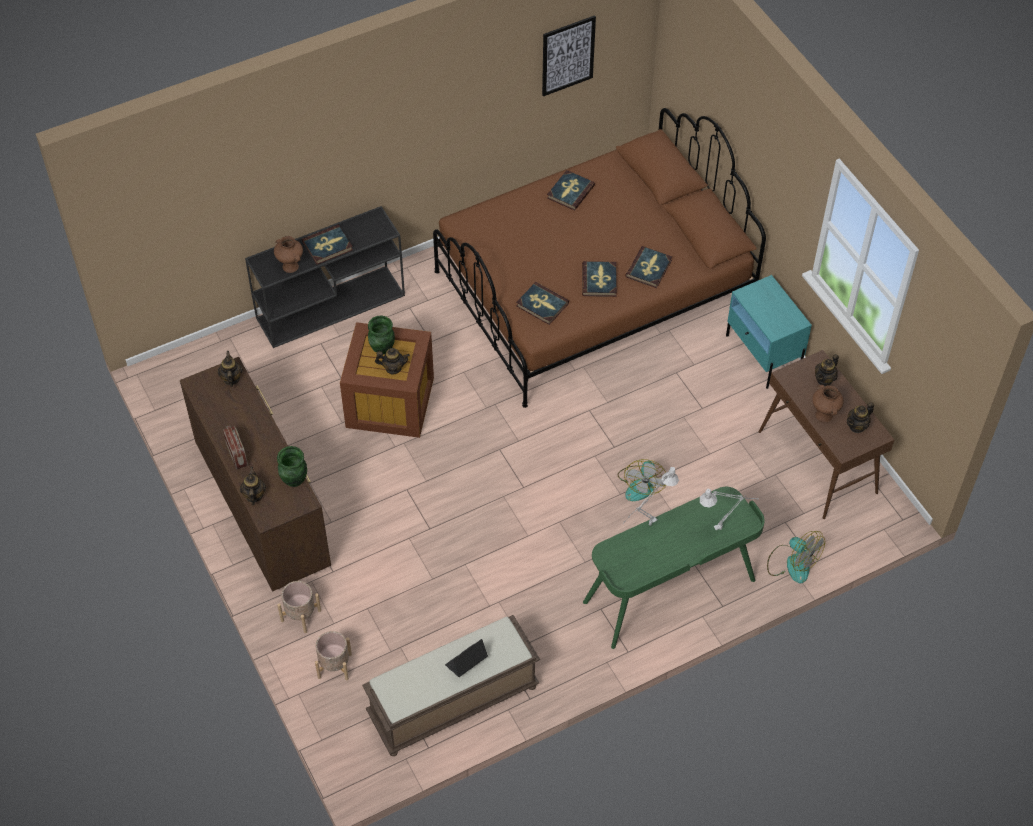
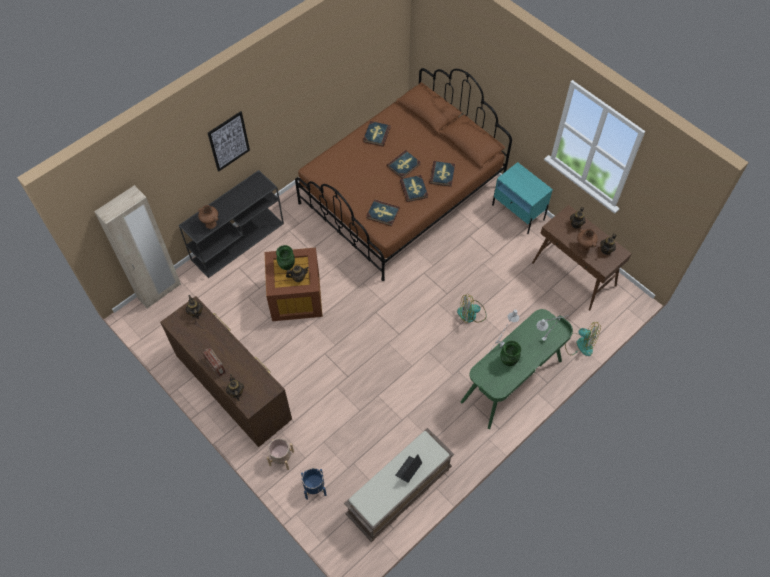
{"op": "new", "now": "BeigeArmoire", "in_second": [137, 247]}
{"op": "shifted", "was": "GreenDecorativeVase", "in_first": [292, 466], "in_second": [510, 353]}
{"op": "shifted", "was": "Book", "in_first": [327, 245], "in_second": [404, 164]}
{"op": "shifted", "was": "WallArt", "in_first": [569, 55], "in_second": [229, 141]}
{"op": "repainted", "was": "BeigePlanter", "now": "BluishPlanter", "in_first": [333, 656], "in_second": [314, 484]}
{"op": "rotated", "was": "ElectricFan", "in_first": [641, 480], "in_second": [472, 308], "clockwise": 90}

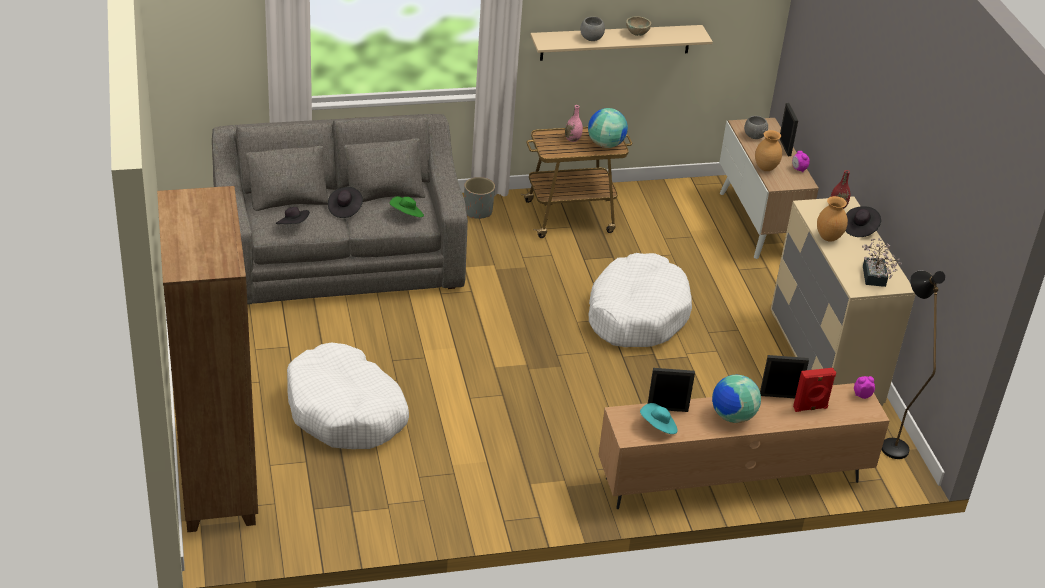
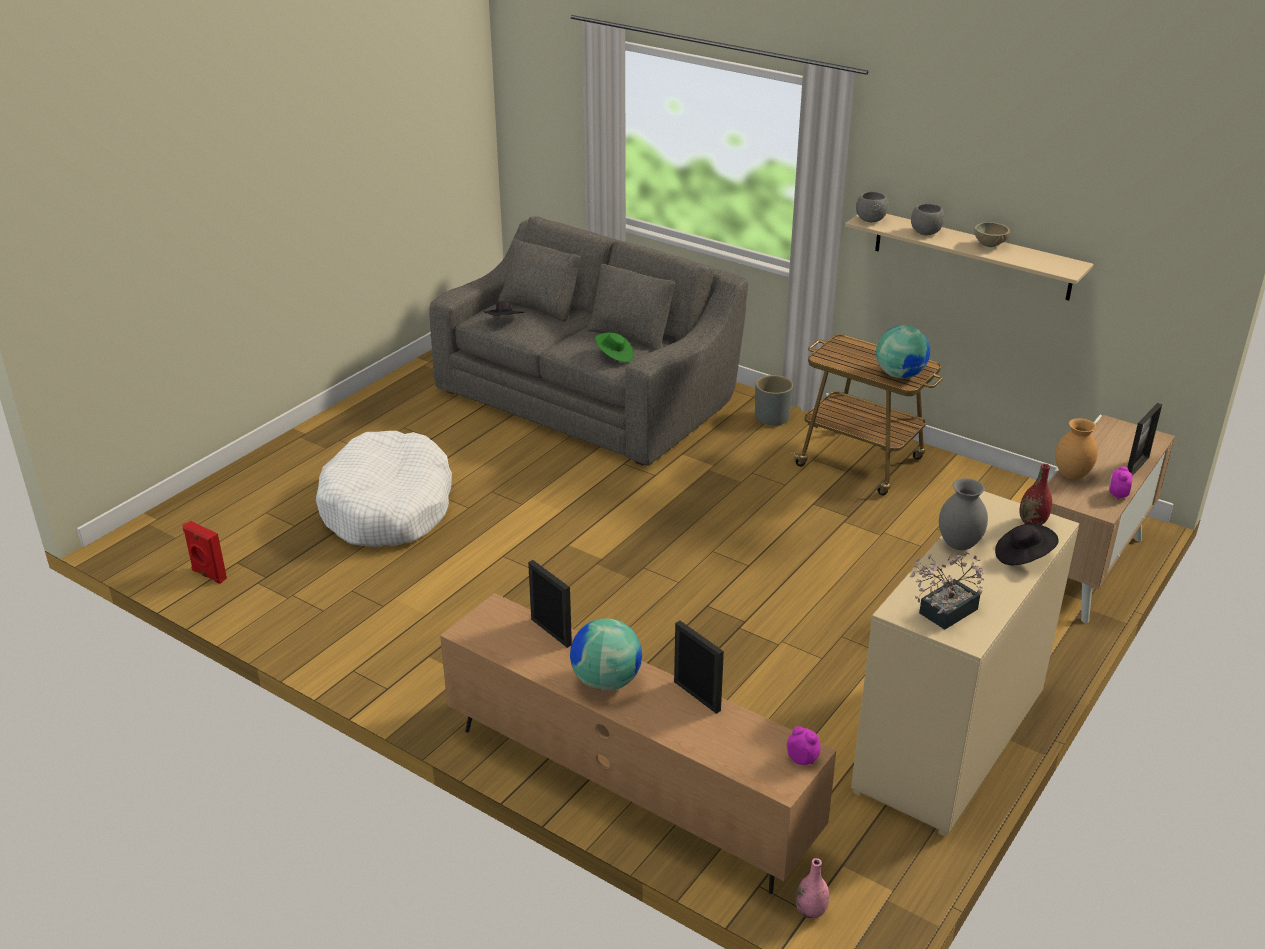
{"op": "gone", "was": "BrownColouredBookshelf", "in_first": [207, 359]}
{"op": "gone", "was": "BlackWearableHat", "in_first": [345, 202]}
{"op": "gone", "was": "WhiteColouredPetBed", "in_first": [640, 300]}
{"op": "gone", "was": "BlueGreenWearableHat", "in_first": [659, 418]}
{"op": "gone", "was": "BlackFloorLamp", "in_first": [913, 365]}
{"op": "shifted", "was": "PinkDecorativeVase", "in_first": [574, 123], "in_second": [812, 888]}
{"op": "shifted", "was": "GrayServingBowl", "in_first": [756, 127], "in_second": [872, 207]}
{"op": "shifted", "was": "RedColouredSpeaker", "in_first": [814, 390], "in_second": [205, 552]}
{"op": "repainted", "was": "BrownColouredDecorativeVase", "now": "GrayDecorativeVase", "in_first": [832, 219], "in_second": [963, 514]}

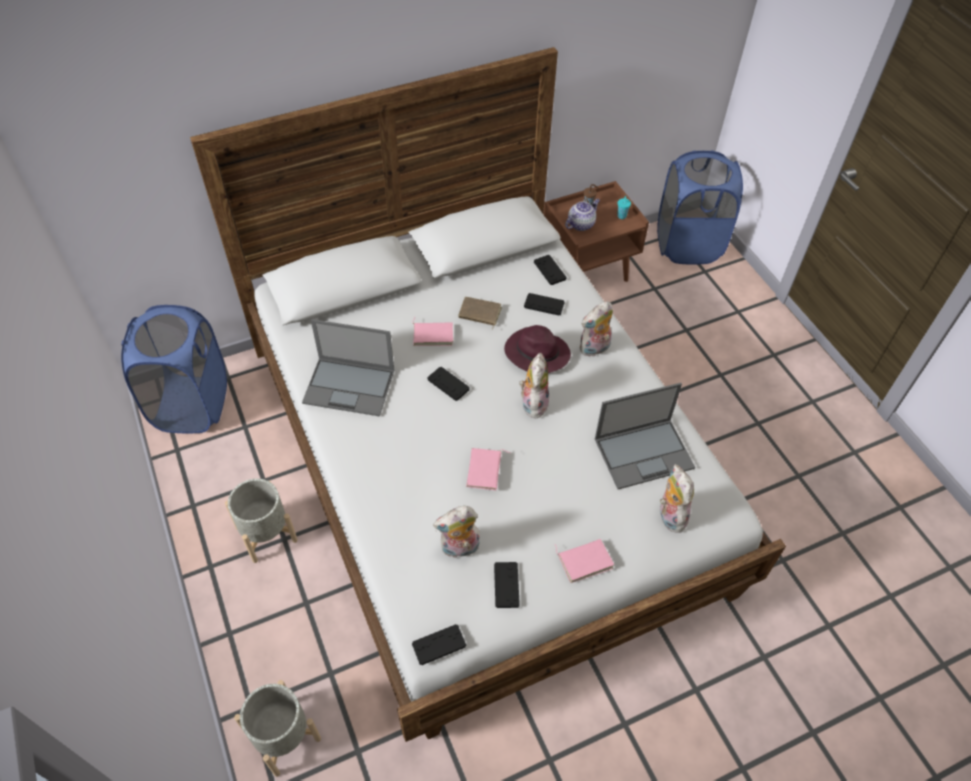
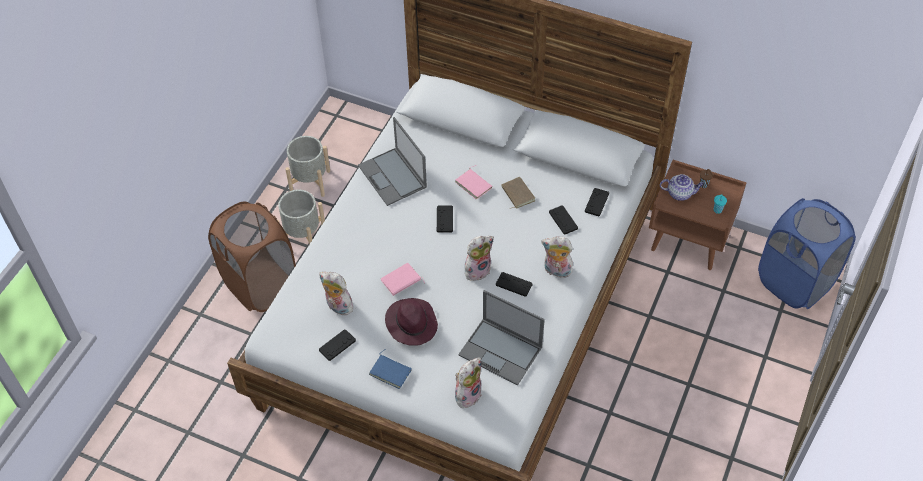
{"op": "gone", "was": "BluishLaundryBasket", "in_first": [174, 369]}
{"op": "new", "now": "BrownColouredLaundryBasket", "in_second": [252, 257]}
{"op": "shifted", "was": "GrayPlanter", "in_first": [277, 728], "in_second": [307, 166]}
{"op": "shifted", "was": "BlackJoypad", "in_first": [439, 644], "in_second": [514, 284]}
{"op": "shifted", "was": "PurpleColouredWearableHat", "in_first": [537, 349], "in_second": [411, 322]}
{"op": "repainted", "was": "PinkBook", "now": "BluishBook", "in_first": [584, 561], "in_second": [390, 369]}

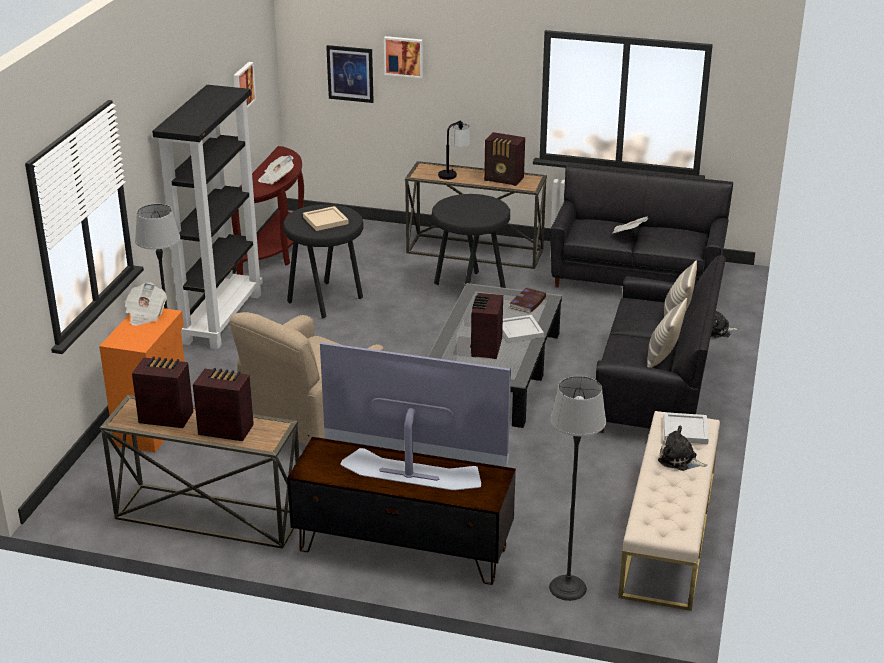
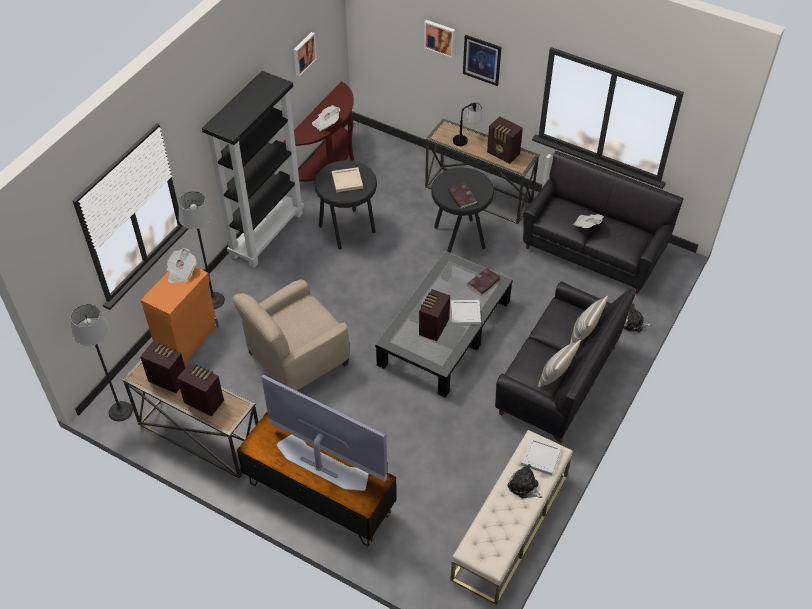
{"op": "new", "now": "Book", "in_second": [462, 196]}
{"op": "shifted", "was": "WallArt", "in_first": [350, 74], "in_second": [482, 60]}
{"op": "shifted", "was": "FloorLamp", "in_first": [577, 488], "in_second": [102, 362]}

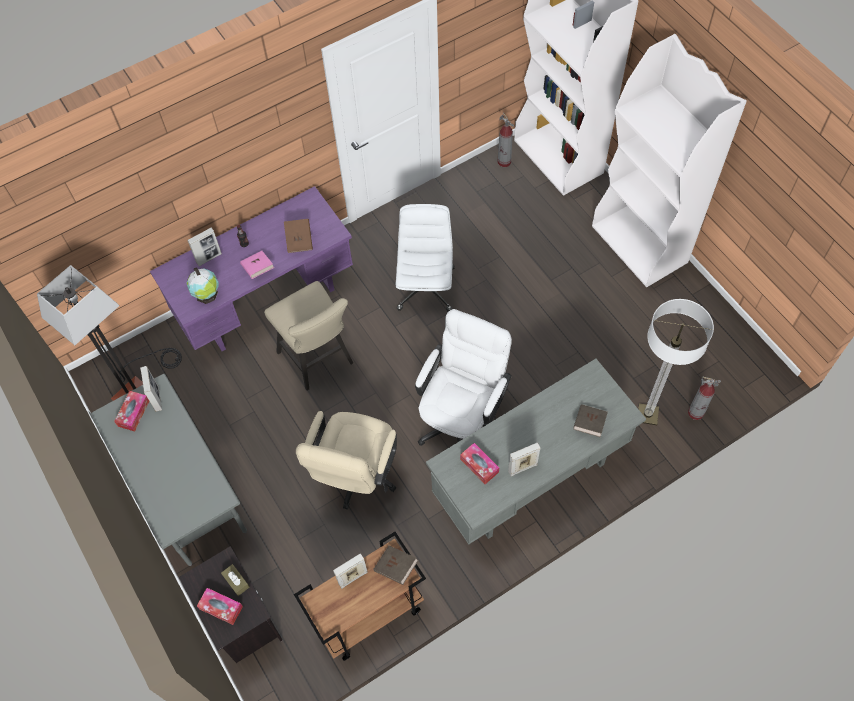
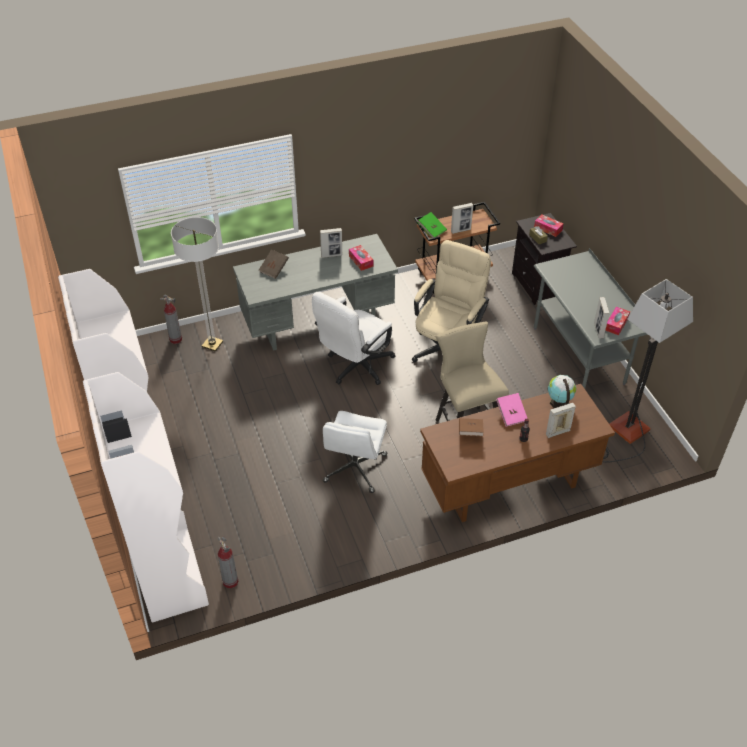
{"op": "repainted", "was": "PurpleColouredDeskUnit", "now": "BrownColouredDeskUnit", "in_first": [251, 268], "in_second": [517, 453]}
{"op": "repainted", "was": "BrownColouredBook", "now": "GreenBook", "in_first": [396, 565], "in_second": [432, 225]}

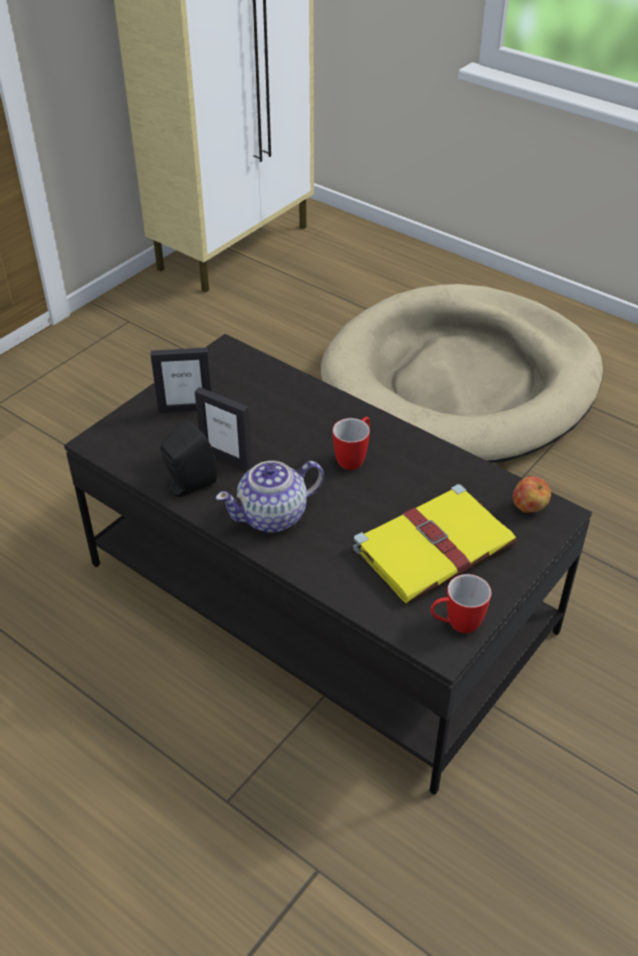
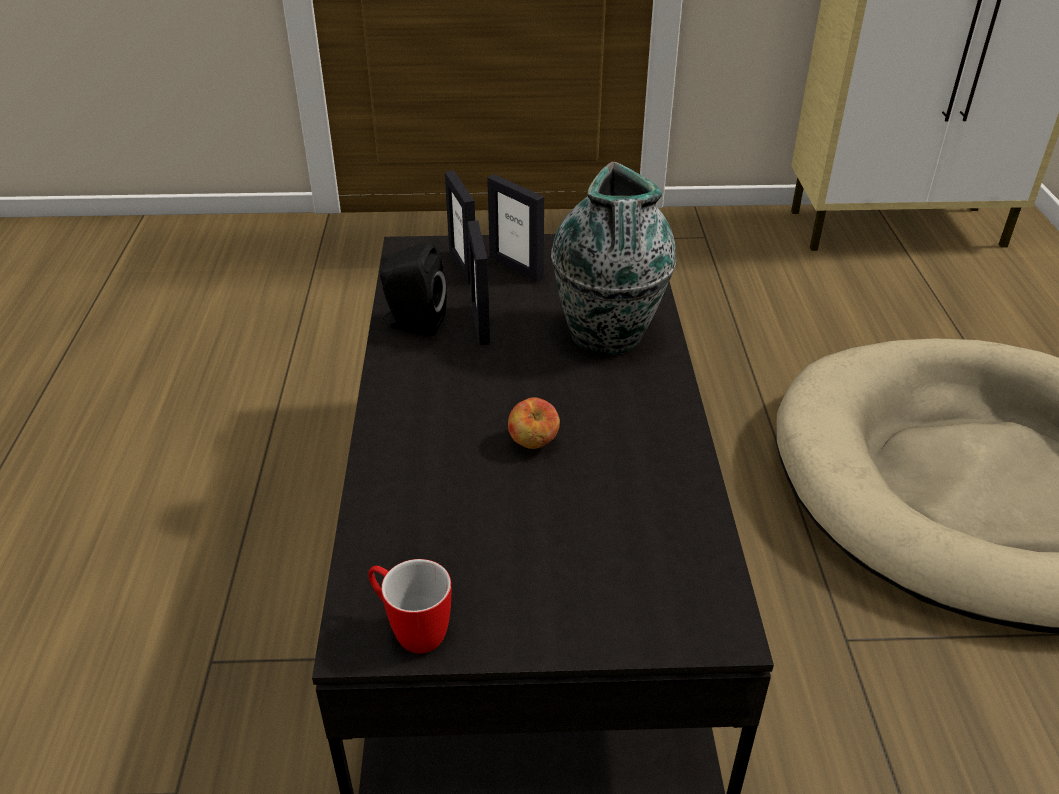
{"op": "gone", "was": "Teapot", "in_first": [270, 497]}
{"op": "gone", "was": "TeaMug", "in_first": [351, 443]}
{"op": "gone", "was": "YellowColouredBook", "in_first": [435, 544]}
{"op": "new", "now": "StandingFrame", "in_second": [460, 227]}
{"op": "new", "now": "DecorativeVase", "in_second": [613, 258]}
{"op": "shifted", "was": "AppleFruit", "in_first": [532, 494], "in_second": [534, 423]}

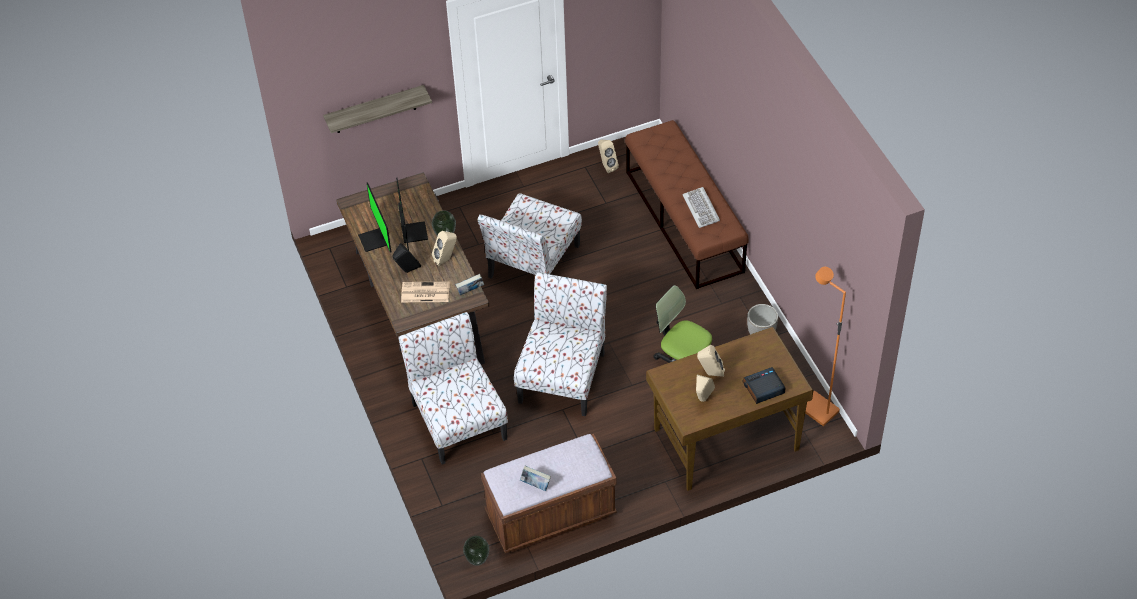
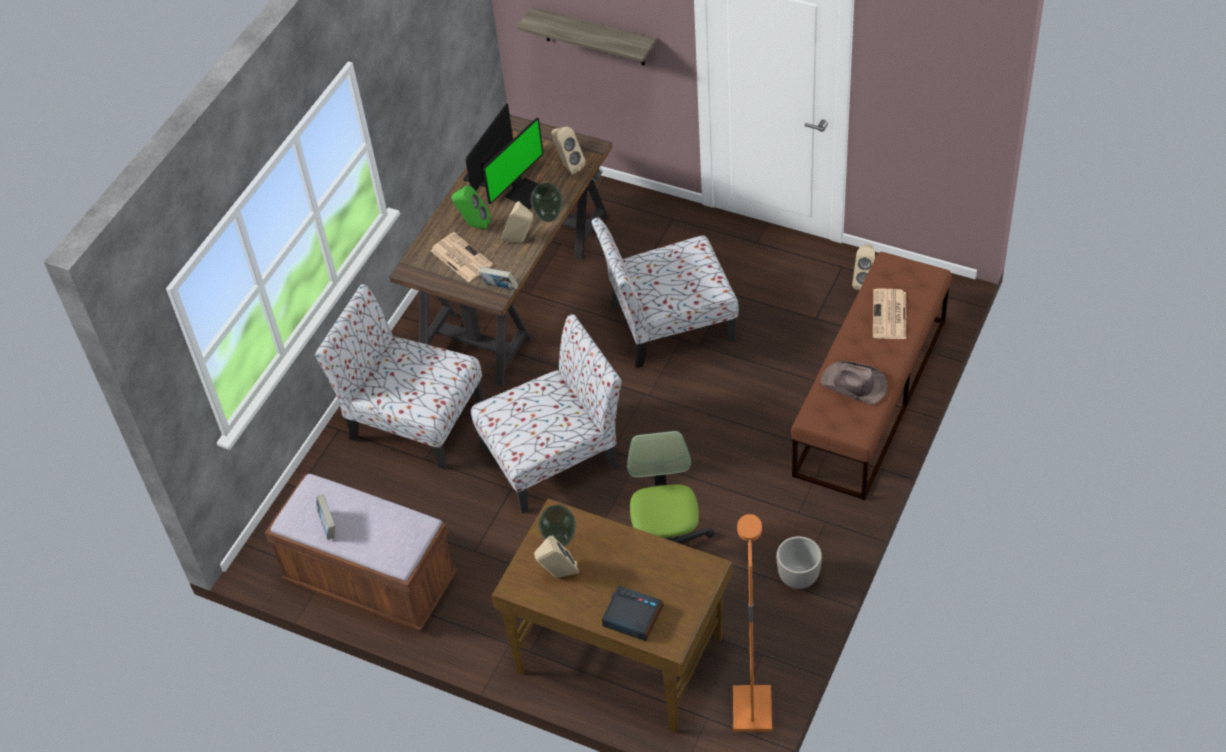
{"op": "new", "now": "PrintedPaper", "in_second": [889, 314]}
{"op": "shifted", "was": "DecorativeVase", "in_first": [476, 551], "in_second": [557, 526]}
{"op": "shifted", "was": "BeigeSpeaker", "in_first": [711, 361], "in_second": [568, 150]}
{"op": "swapped", "was": "ComputerKeyboard", "now": "BrownColouredWearableHat", "in_first": [701, 207], "in_second": [854, 383]}
{"op": "repainted", "was": "BlackSpeaker", "now": "GreenSpeaker", "in_first": [406, 258], "in_second": [471, 207]}
{"op": "rotated", "was": "PlainChair", "in_first": [453, 388], "in_second": [399, 376], "clockwise": -90}

